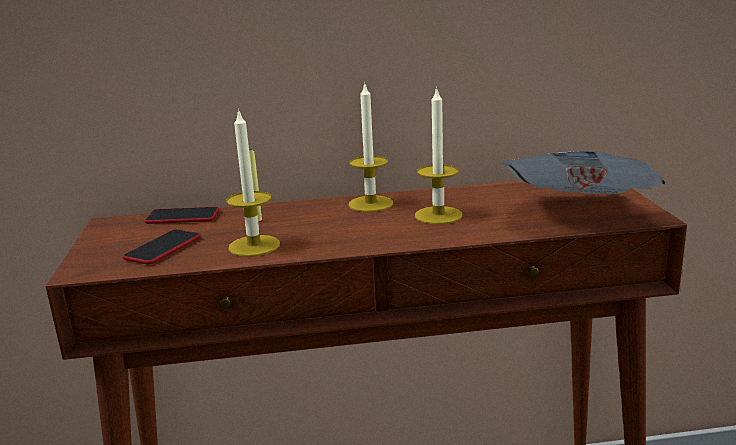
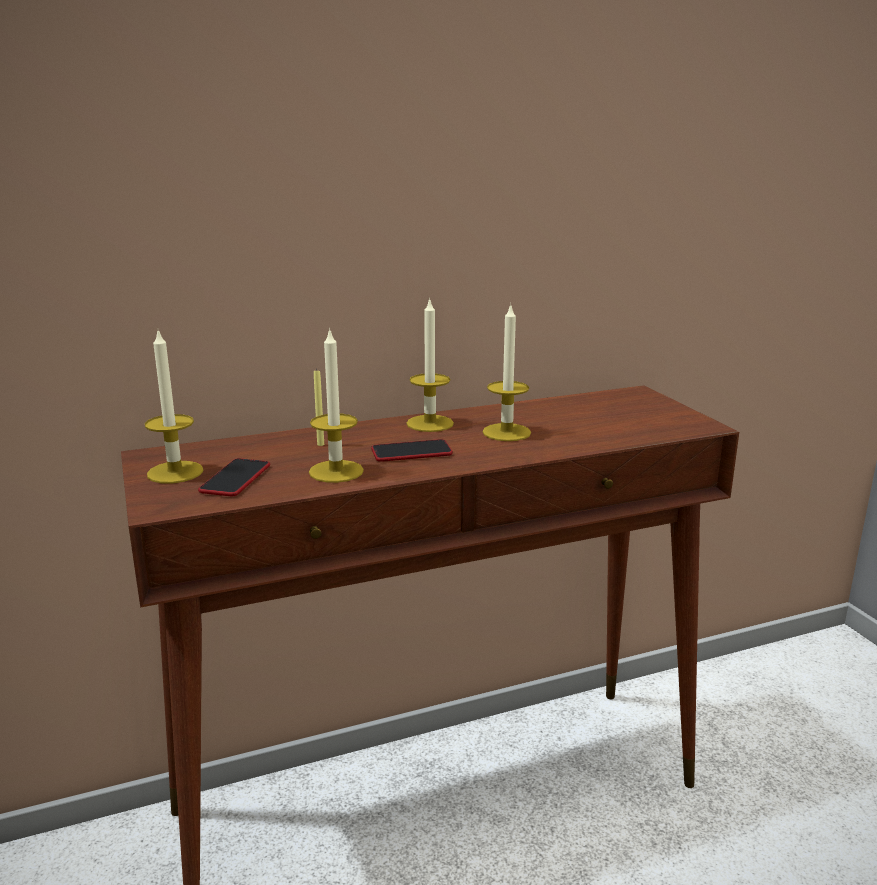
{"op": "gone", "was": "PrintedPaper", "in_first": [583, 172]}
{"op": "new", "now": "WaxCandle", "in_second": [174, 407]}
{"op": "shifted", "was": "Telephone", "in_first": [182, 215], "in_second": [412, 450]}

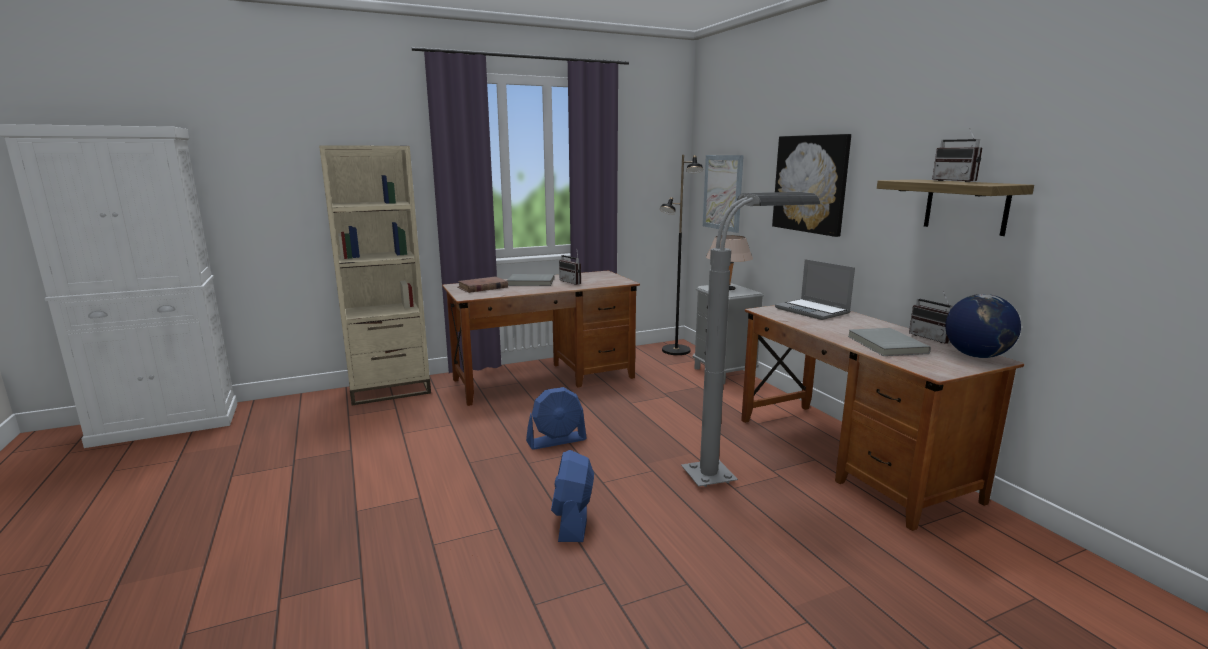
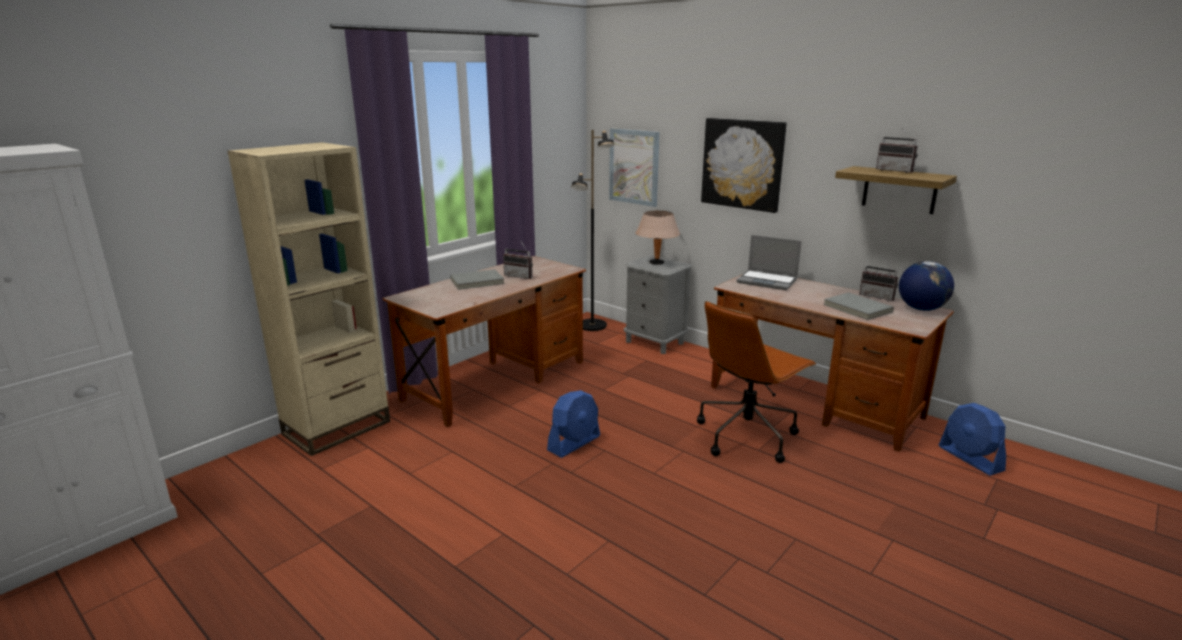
{"op": "gone", "was": "BrownColouredBook", "in_first": [483, 284]}
{"op": "shifted", "was": "BluishElectricFan", "in_first": [572, 496], "in_second": [972, 439]}
{"op": "swapped", "was": "GrayFloorLamp", "now": "BrownColouredDeskChair", "in_first": [751, 339], "in_second": [756, 382]}

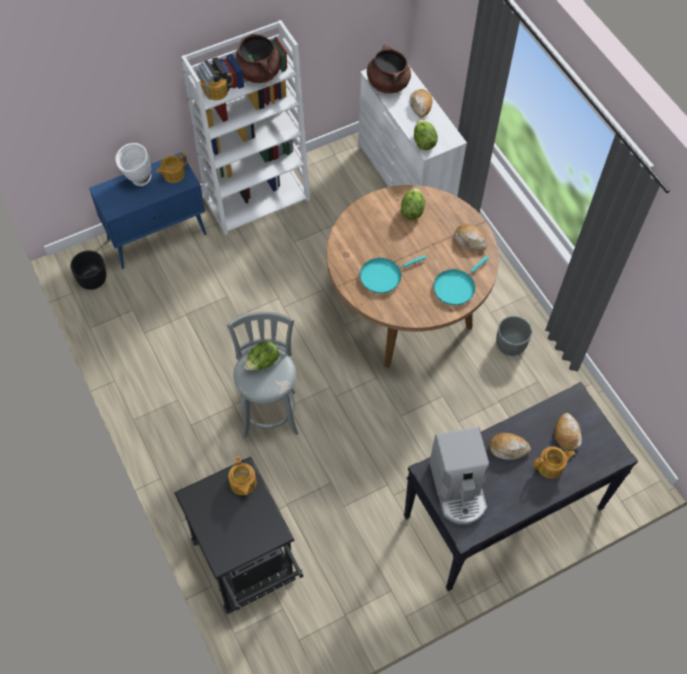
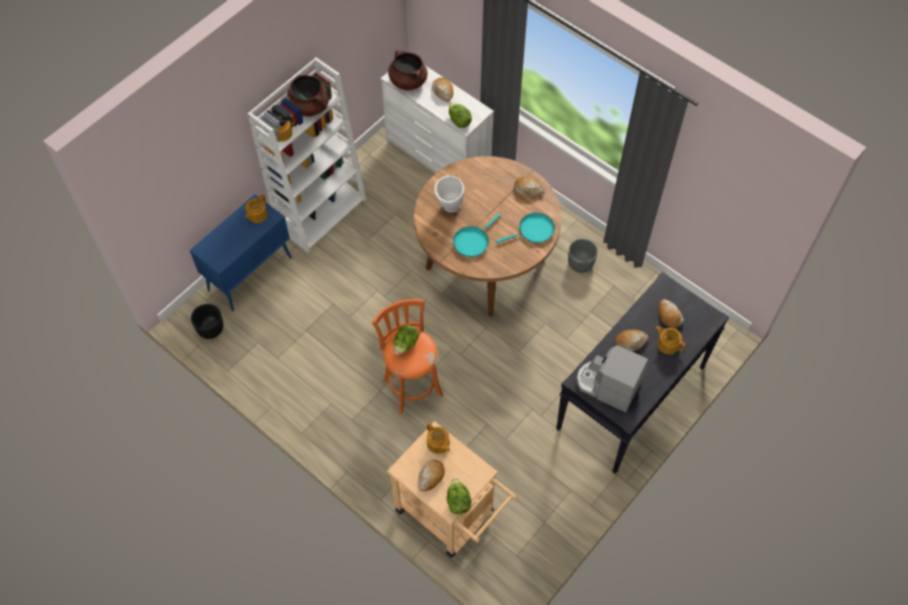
{"op": "new", "now": "BakeryBread", "in_second": [431, 475]}
{"op": "shifted", "was": "WhiteColouredDecorativeVase", "in_first": [133, 164], "in_second": [449, 194]}
{"op": "shifted", "was": "LettuceHead", "in_first": [413, 204], "in_second": [459, 496]}
{"op": "repainted", "was": "BlackTrolley", "now": "BeigeTrolley", "in_first": [239, 535], "in_second": [452, 489]}
{"op": "repainted", "was": "GrayStool", "now": "OrangeyStool", "in_first": [262, 375], "in_second": [407, 357]}
{"op": "rotated", "was": "CoffeeMaker", "in_first": [459, 476], "in_second": [612, 378], "clockwise": 150}
{"op": "rotated", "was": "BlueGreenSkillet", "in_first": [461, 280], "in_second": [525, 228], "clockwise": -135}
{"op": "rotated", "was": "Teapot", "in_first": [554, 462], "in_second": [671, 340], "clockwise": -105}

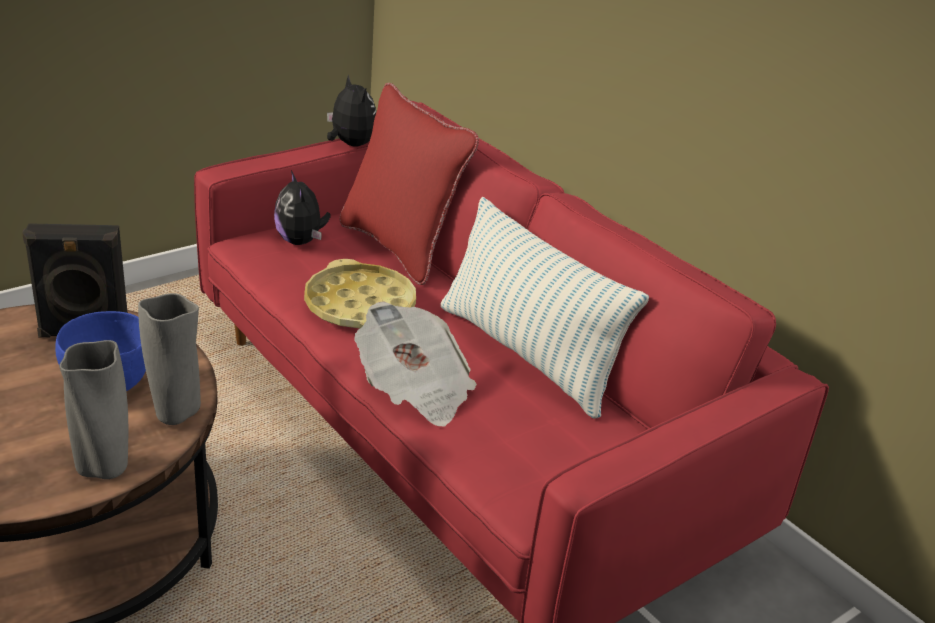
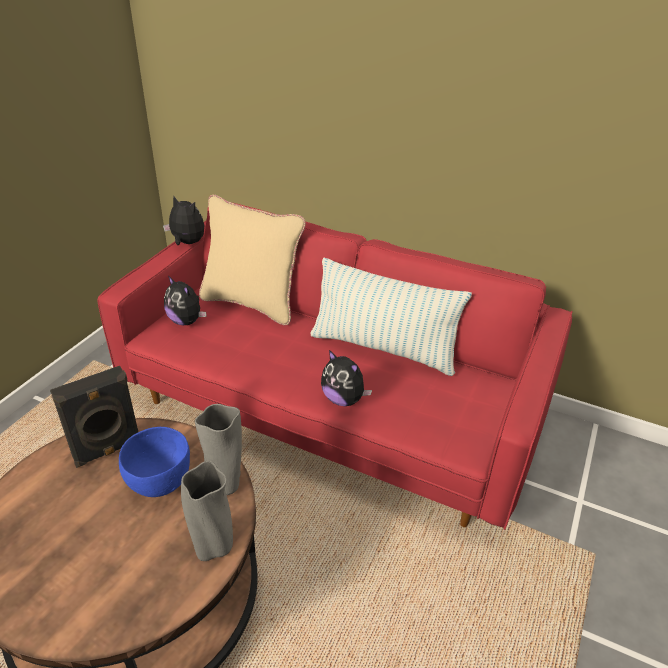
{"op": "gone", "was": "YellowColouredTray", "in_first": [360, 294]}
{"op": "swapped", "was": "PrintedPaper", "now": "CuddlyToy", "in_first": [415, 364], "in_second": [346, 378]}
{"op": "repainted", "was": "RedColouredCushion", "now": "BeigeCushion", "in_first": [409, 184], "in_second": [252, 260]}

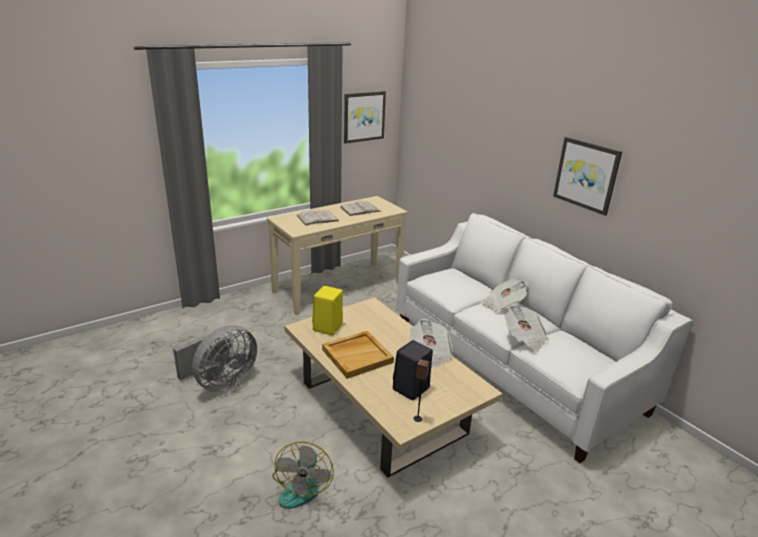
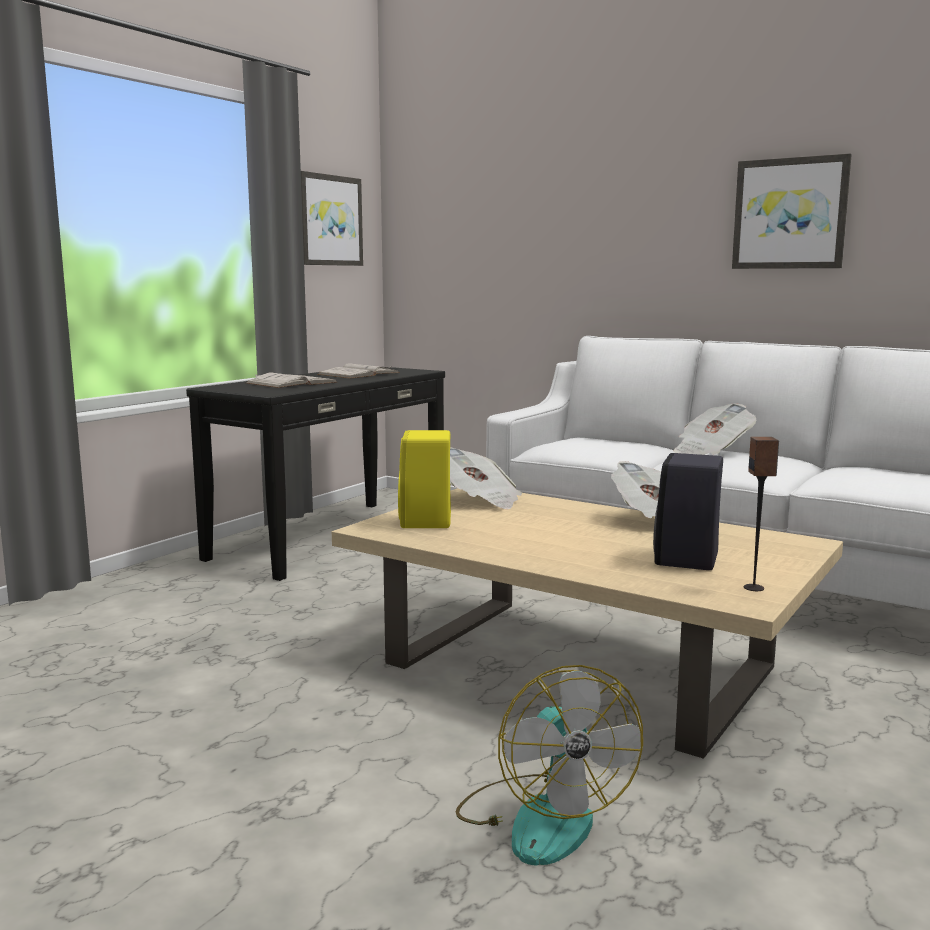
{"op": "gone", "was": "GrayElectricFan", "in_first": [215, 358]}
{"op": "gone", "was": "BeigeTray", "in_first": [358, 355]}
{"op": "shifted", "was": "PrintedPaper", "in_first": [526, 328], "in_second": [486, 478]}
{"op": "repainted", "was": "BeigeHallTable", "now": "BlackHallTable", "in_first": [337, 255], "in_second": [315, 474]}

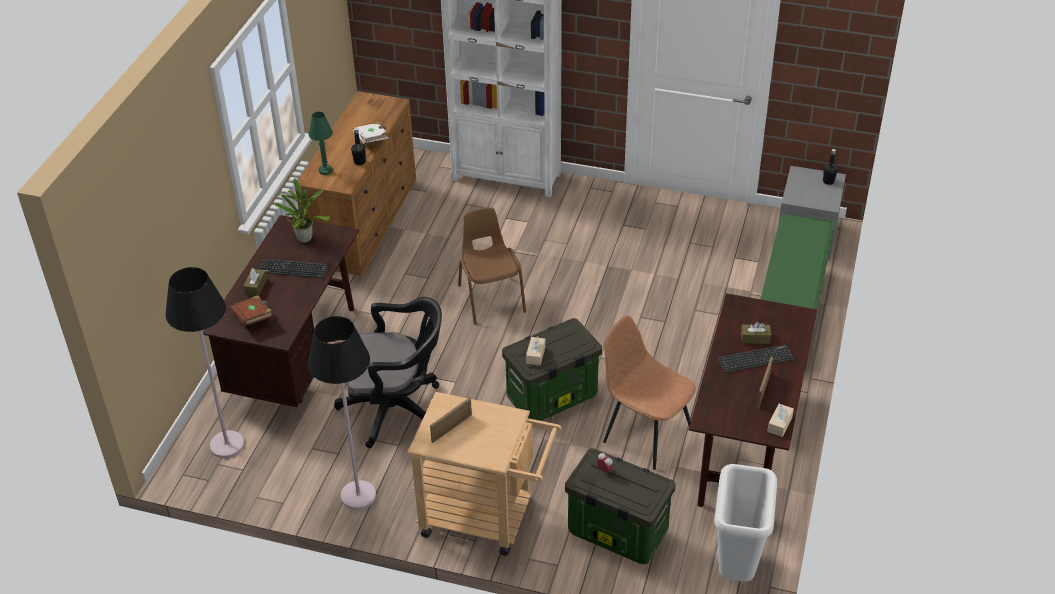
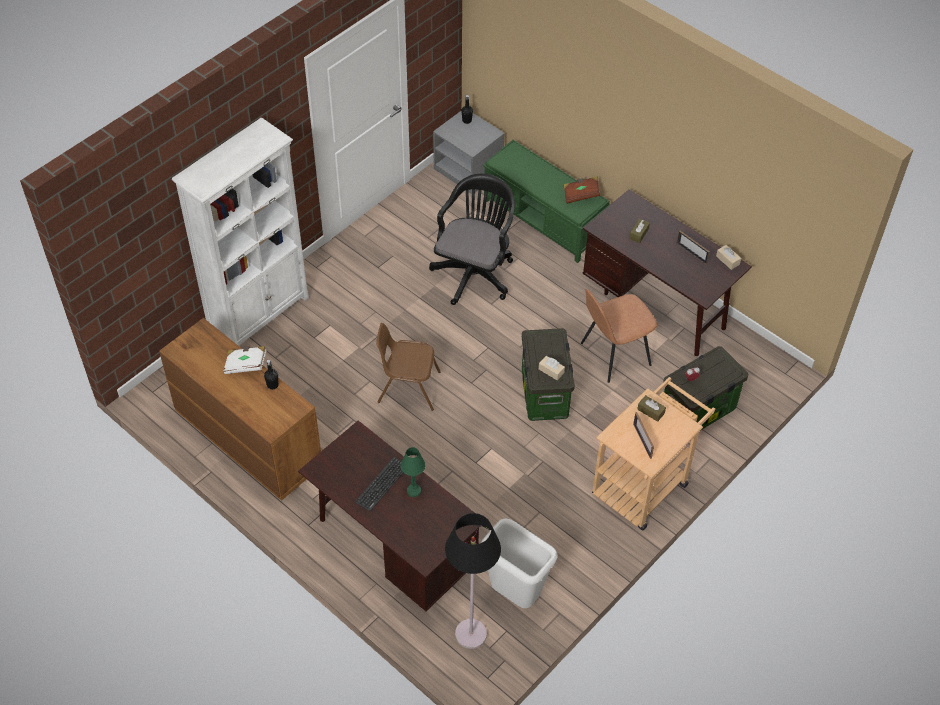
{"op": "gone", "was": "PlantInAPot", "in_first": [302, 211]}
{"op": "gone", "was": "BlackFloorLamp", "in_first": [342, 413]}
{"op": "gone", "was": "ComputerKeyboard", "in_first": [756, 359]}
{"op": "shifted", "was": "BrownColouredBook", "in_first": [251, 310], "in_second": [581, 190]}
{"op": "shifted", "was": "BrownColouredBoxOfTissues", "in_first": [255, 282], "in_second": [651, 408]}
{"op": "shifted", "was": "GreenTableLamp", "in_first": [321, 143], "in_second": [413, 472]}
{"op": "shifted", "was": "BlackDeskChair", "in_first": [388, 372], "in_second": [472, 239]}
{"op": "shifted", "was": "WhiteColouredWasteBin", "in_first": [745, 522], "in_second": [519, 563]}

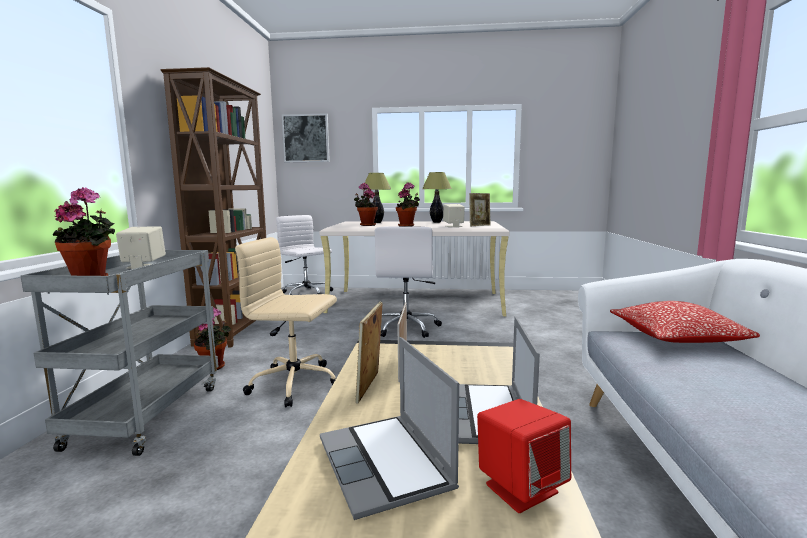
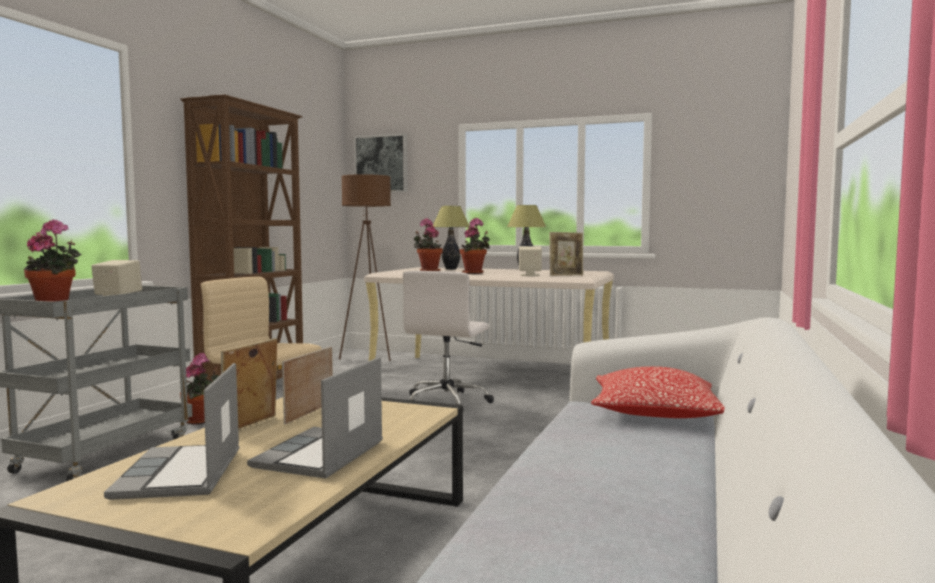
{"op": "gone", "was": "RedColouredSpeaker", "in_first": [524, 456]}
{"op": "swapped", "was": "WhiteColouredDeskChair", "now": "BrownColouredFloorLamp", "in_first": [304, 255], "in_second": [365, 267]}

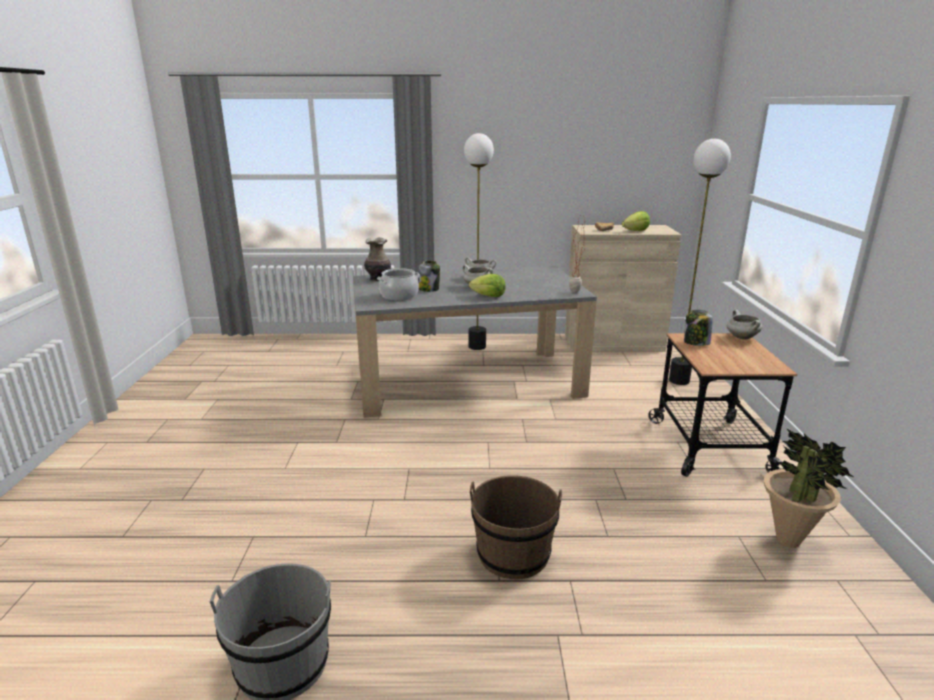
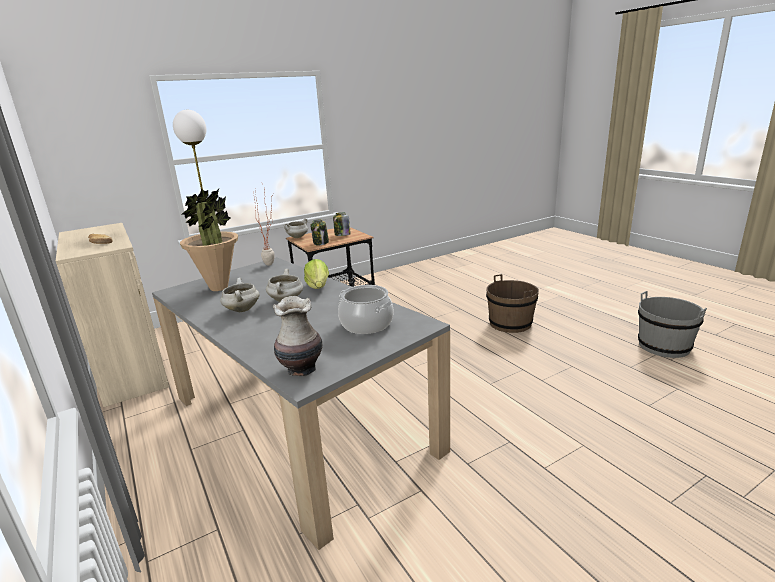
{"op": "gone", "was": "FloorLamp", "in_first": [479, 241]}
{"op": "gone", "was": "LettuceHead", "in_first": [636, 221]}
{"op": "shifted", "was": "PreserveJar", "in_first": [429, 276], "in_second": [342, 224]}
{"op": "shifted", "was": "PlantInAPot", "in_first": [808, 488], "in_second": [209, 240]}

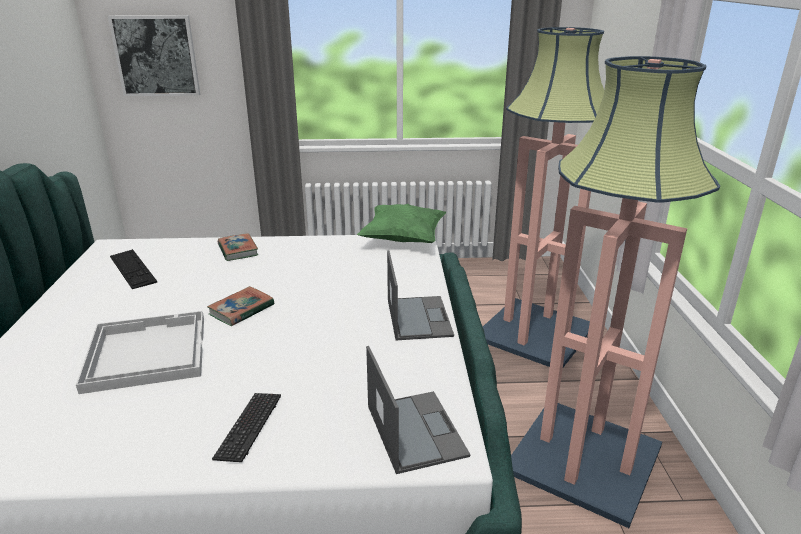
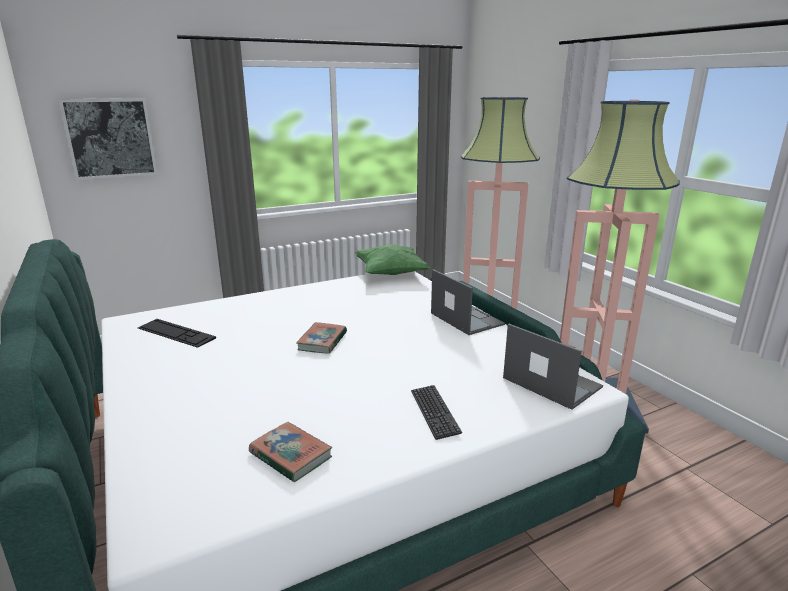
{"op": "gone", "was": "WhiteColouredTray", "in_first": [140, 352]}
{"op": "shifted", "was": "Book", "in_first": [238, 247], "in_second": [290, 452]}

